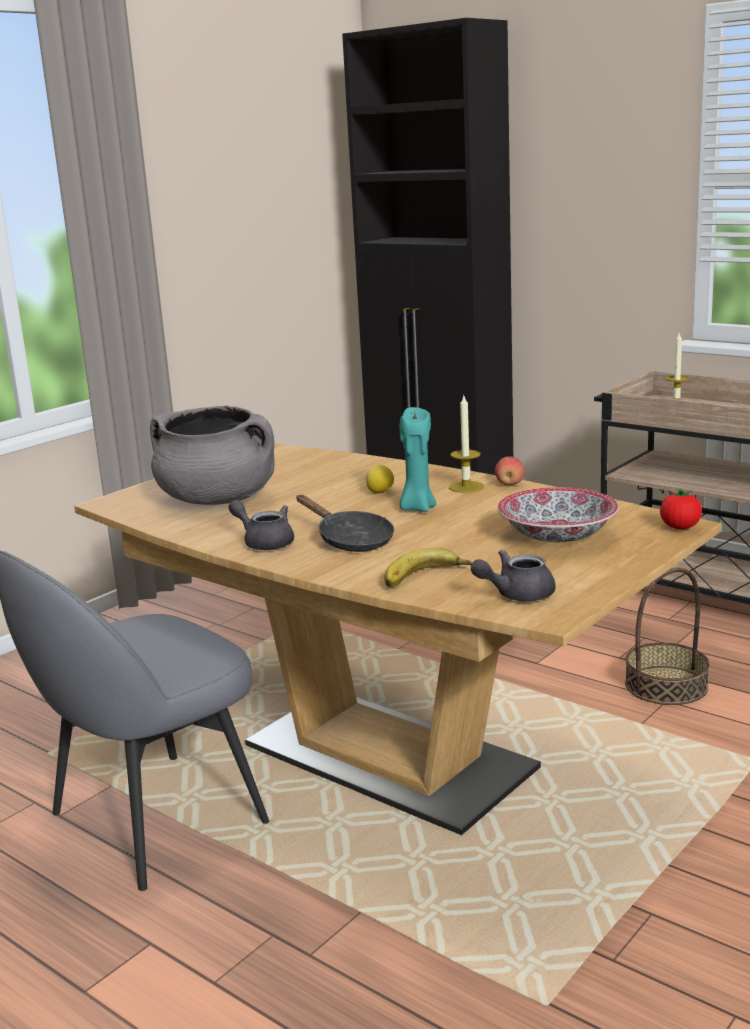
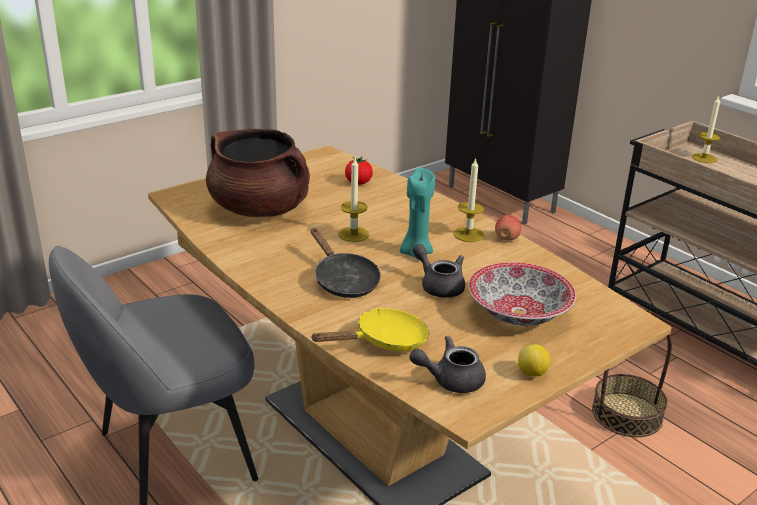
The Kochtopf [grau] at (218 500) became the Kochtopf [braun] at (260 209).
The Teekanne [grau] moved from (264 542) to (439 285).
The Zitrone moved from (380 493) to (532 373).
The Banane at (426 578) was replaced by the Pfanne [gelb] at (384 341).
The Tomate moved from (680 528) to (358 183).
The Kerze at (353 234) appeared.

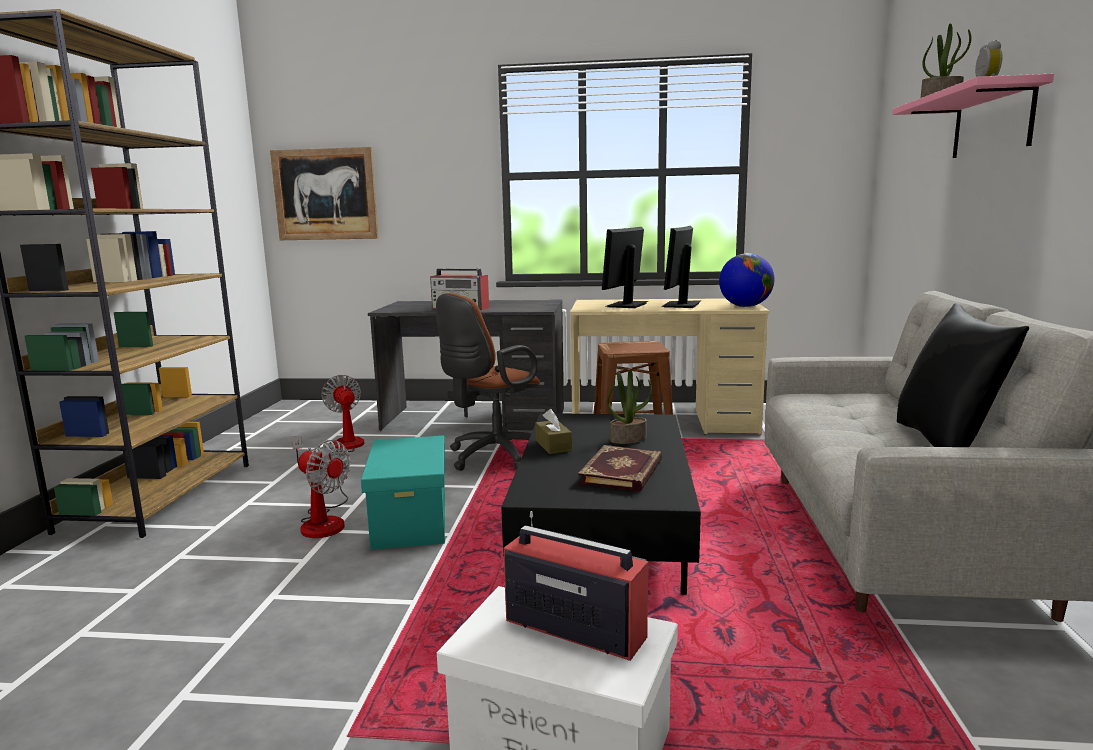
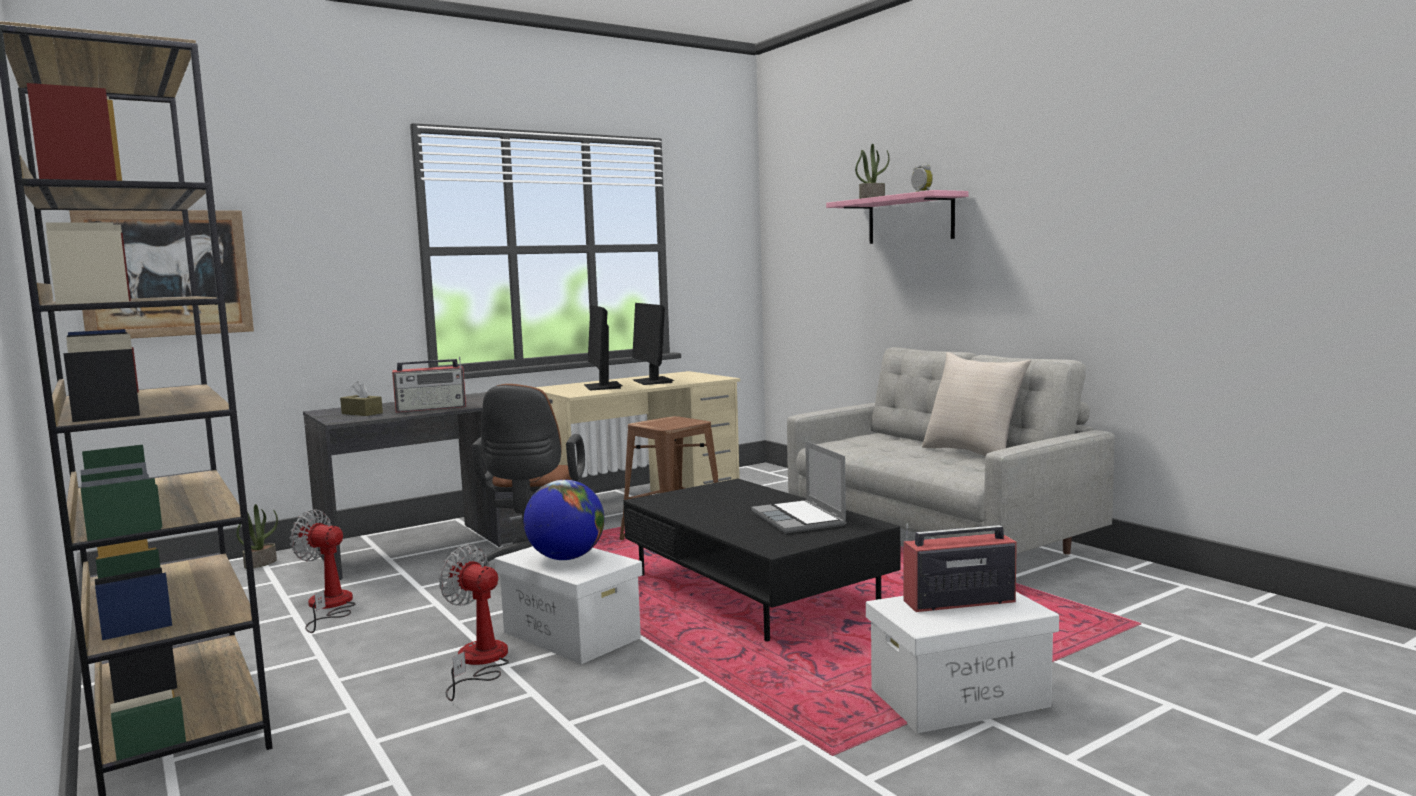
The Ventilator at (325 521) turned 135 degrees counterclockwise.
The Aufbewahrungsbox [türkis] at (411 522) became the Aufbewahrungsbox [weiß] at (572 635).
The Taschentuchbox [braun] moved from (553 445) to (362 413).
The Buch at (623 472) was replaced by the Laptop at (799 519).
The Topfpflanze moved from (628 439) to (260 563).
The Globus moved from (745 306) to (566 558).
The Kissen [schwarz] at (946 444) became the Kissen [beige] at (973 453).

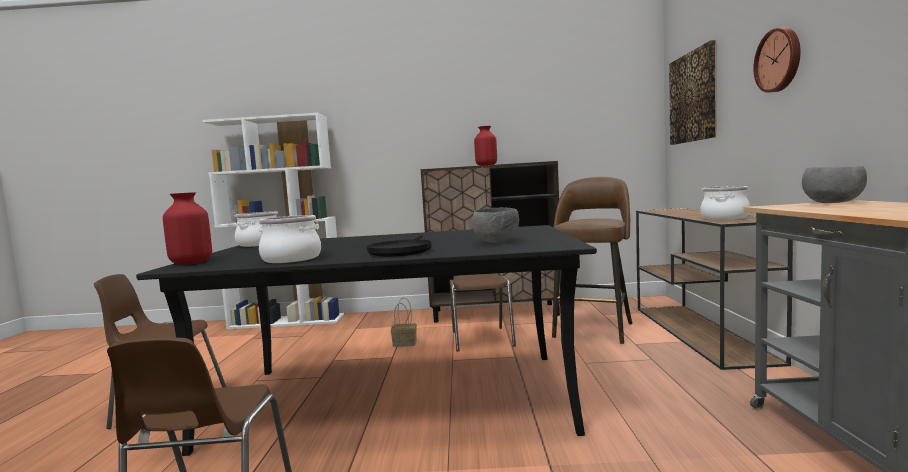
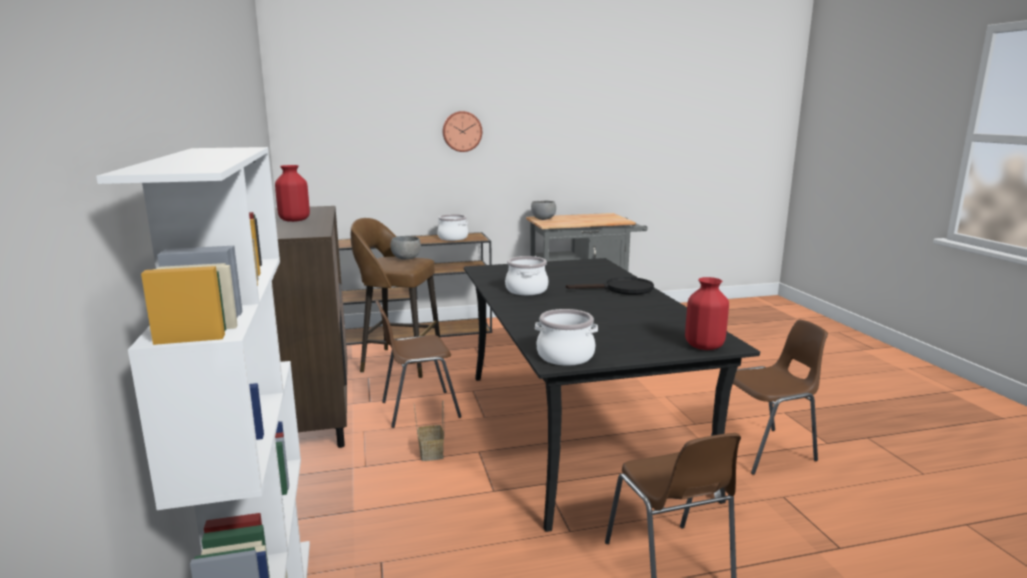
The Kochtopf moved from (291 259) to (527 290).
The Schüssel [grau] moved from (497 242) to (406 259).
The Bild at (693 97) disappeared.

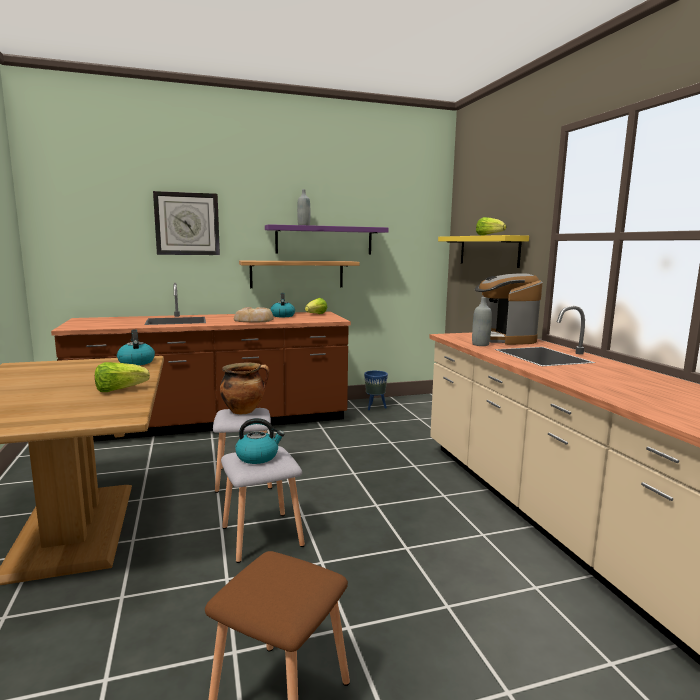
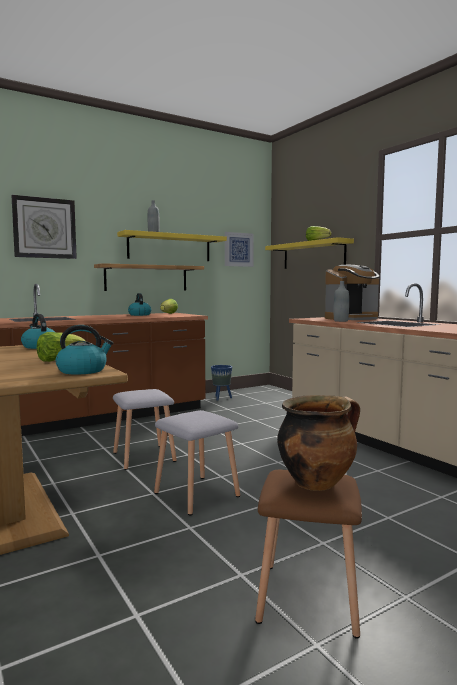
The Kochtopf moved from (244 411) to (317 482).
The Brot at (254 320) disappeared.
The Wasserkessel moved from (258 457) to (83 371).
The Wandregal [lila] at (324 240) became the Wandregal [gelb] at (169 247).
The Kaffeemaschine at (504 339) turned 90 degrees counterclockwise.
The Bild at (238 249) appeared.

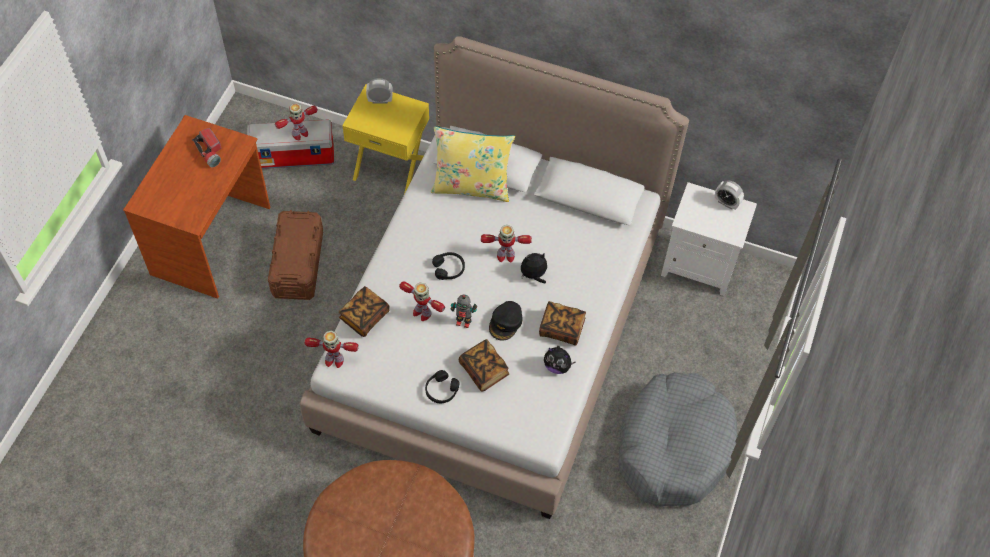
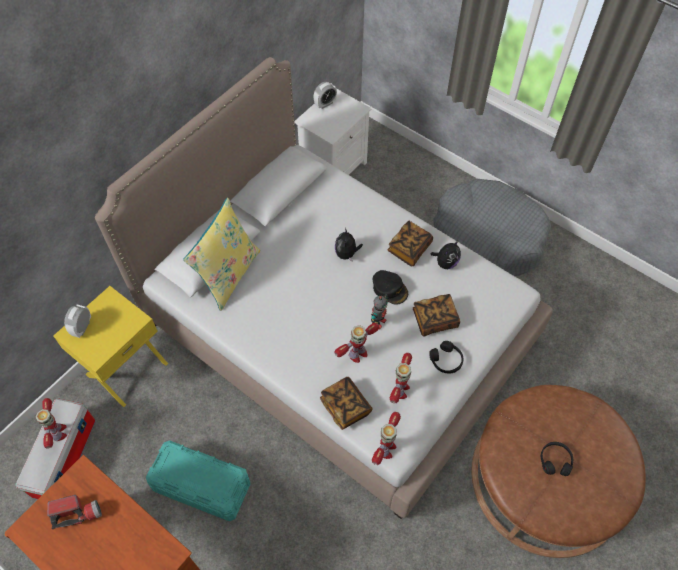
The Aufbewahrungsbox [braun] at (298 264) became the Aufbewahrungsbox [türkis] at (202 486).
The Kopfhörer [schwarz] moved from (449 268) to (555 460).
The Spielzeugroboter moved from (505 255) to (400 390).

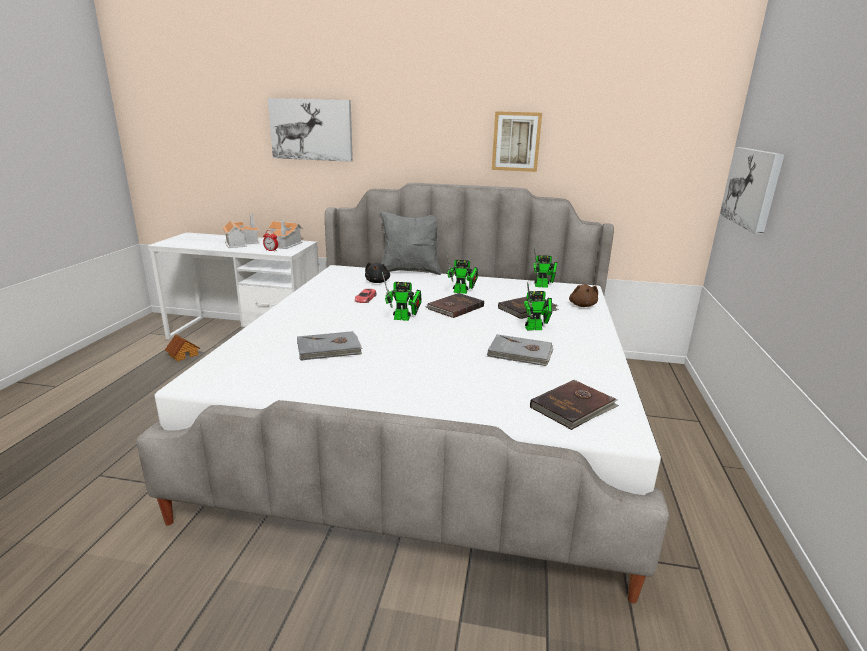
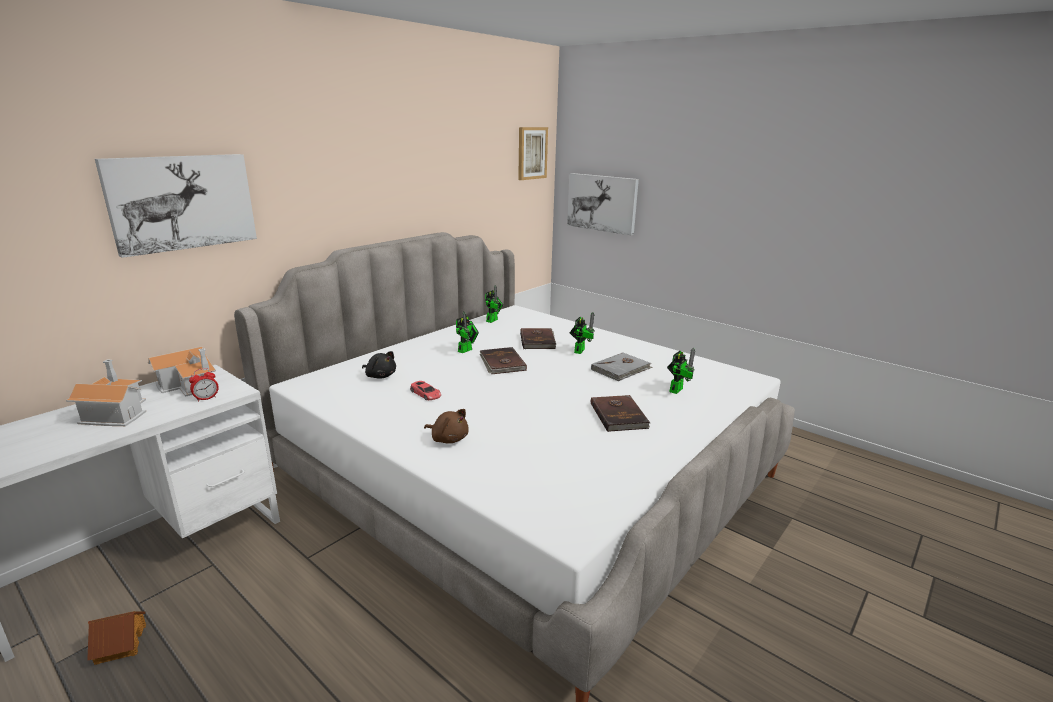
The Buch [grau] at (329 349) disappeared.
The Kissen [grau] at (410 271) disappeared.
The Spielzeugroboter moved from (404 319) to (677 389).
The Bild moved from (516 141) to (531 153).
The Buch [braun] moved from (574 407) to (619 415).
The Plüschtier [braun] moved from (582 305) to (448 439).

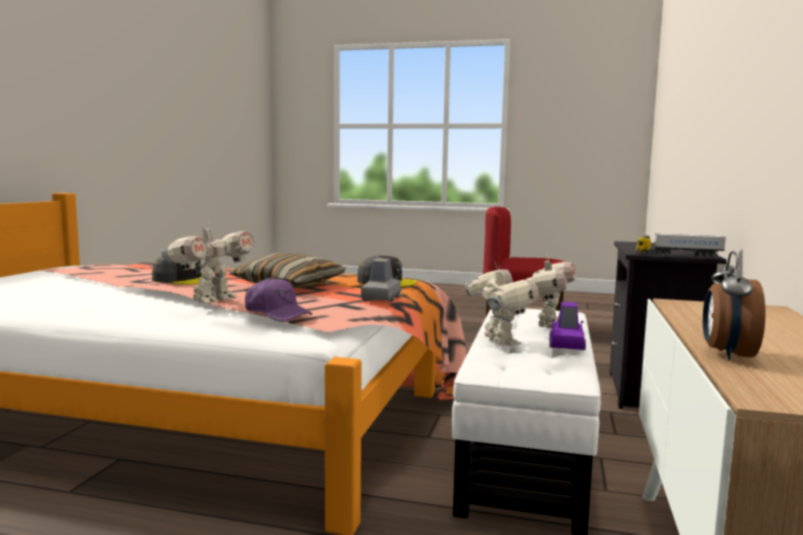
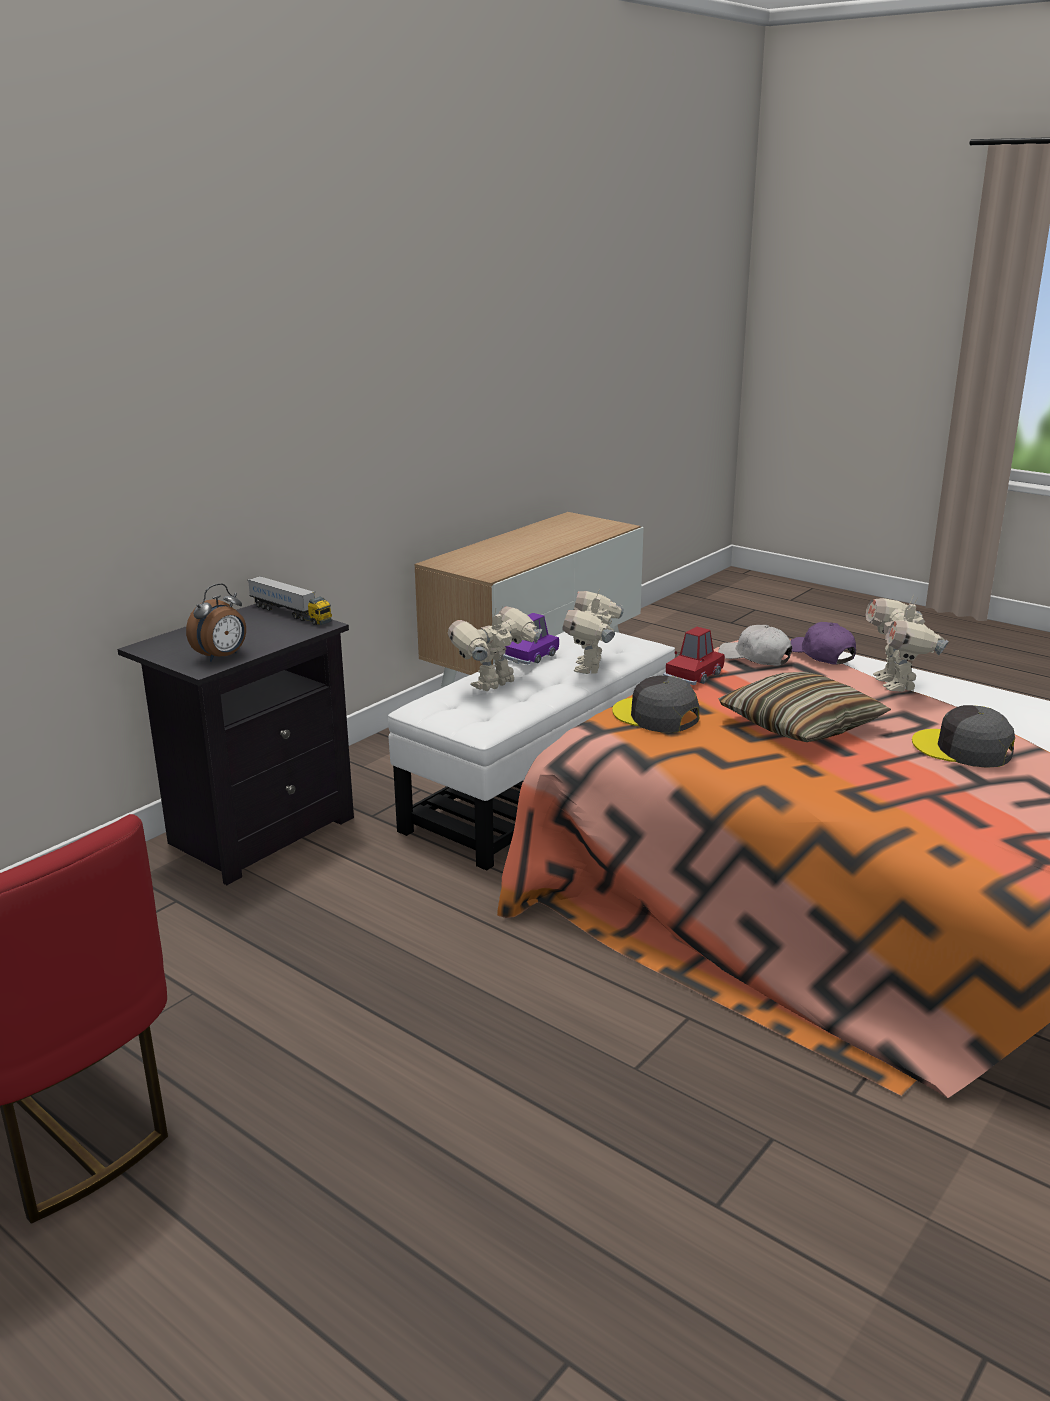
The Spielzeugroboter at (211 300) turned 60 degrees counterclockwise.
The Spielzeugauto [grau] at (381 298) became the Spielzeugauto [rot] at (694 675).
The Wecker moved from (727 354) to (222 657).
The Kappe [weiß] at (755 658) appeared.

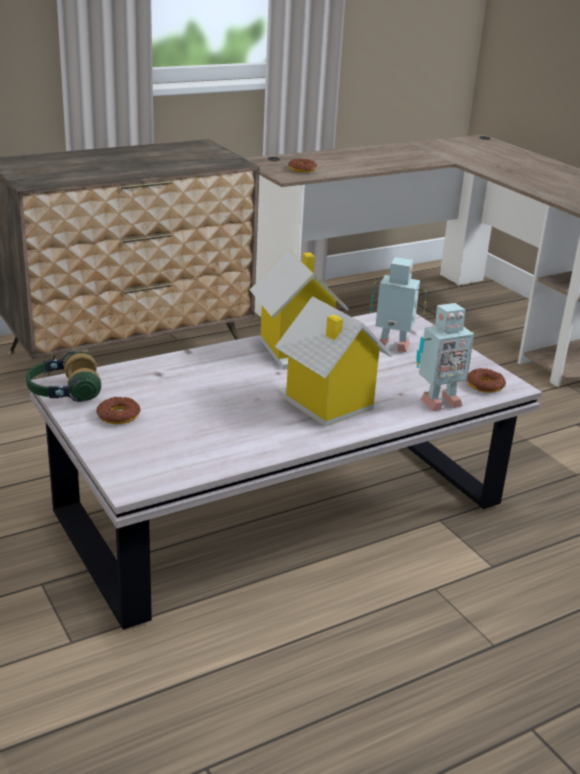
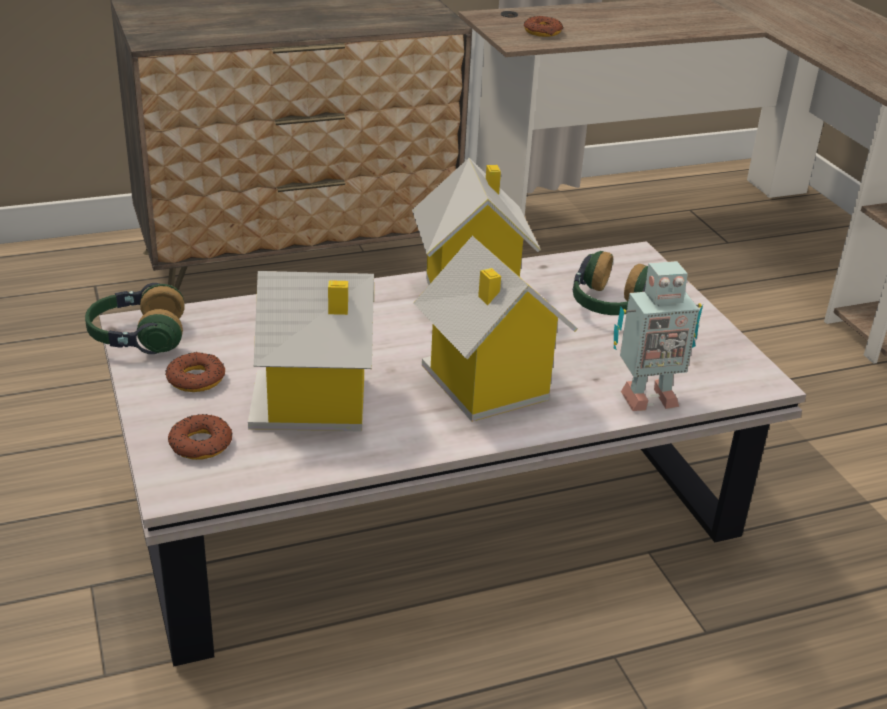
The Spielzeugroboter at (393 348) was replaced by the Kopfhörer at (608 306).
The Donut moved from (484 385) to (200 444).
The Spielzeughaus at (315 404) appeared.

